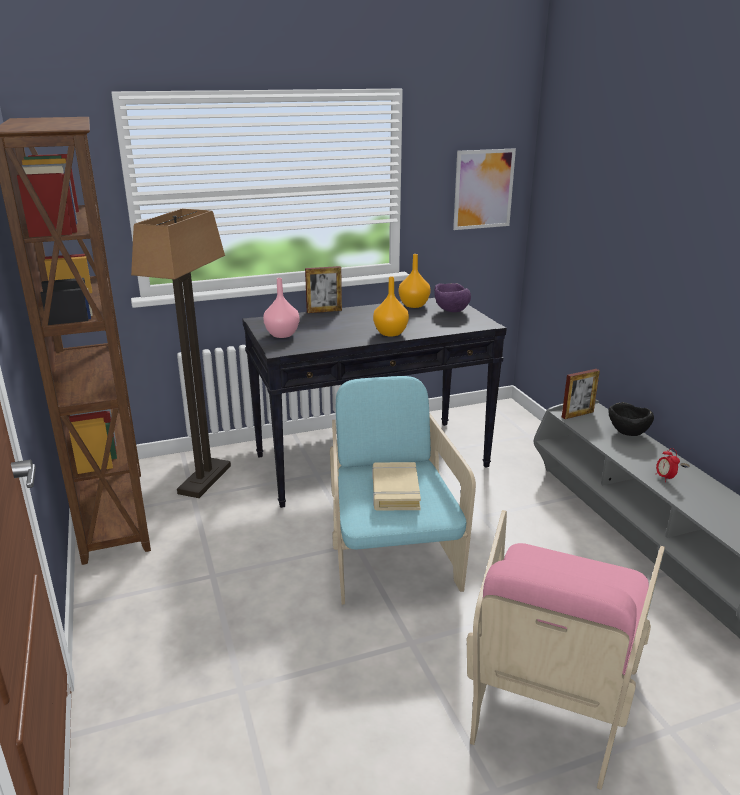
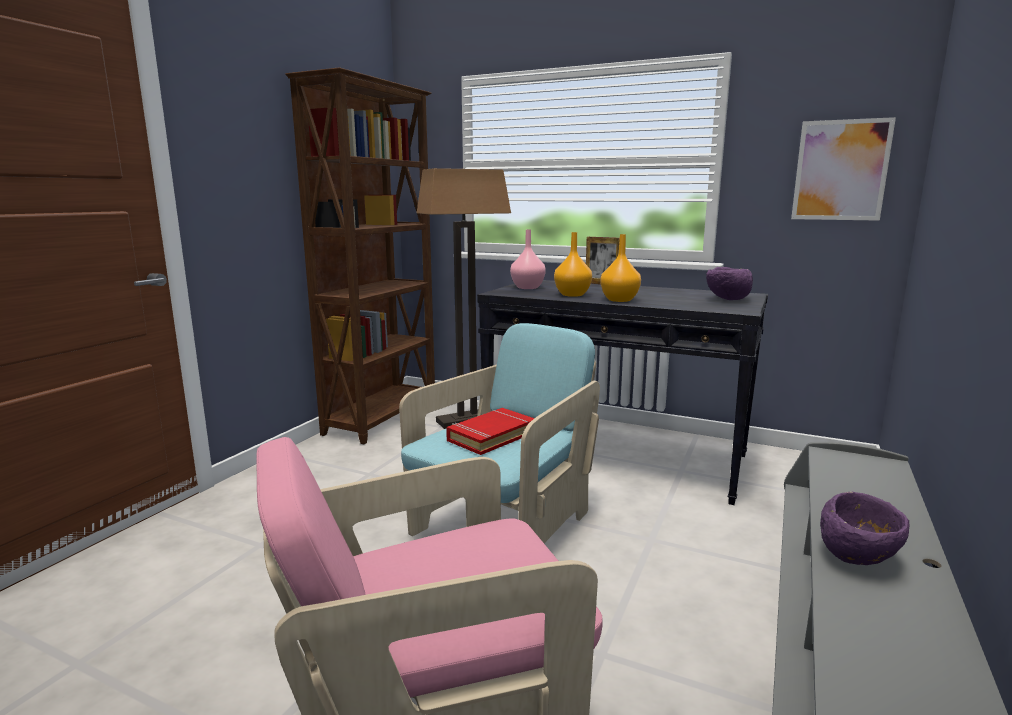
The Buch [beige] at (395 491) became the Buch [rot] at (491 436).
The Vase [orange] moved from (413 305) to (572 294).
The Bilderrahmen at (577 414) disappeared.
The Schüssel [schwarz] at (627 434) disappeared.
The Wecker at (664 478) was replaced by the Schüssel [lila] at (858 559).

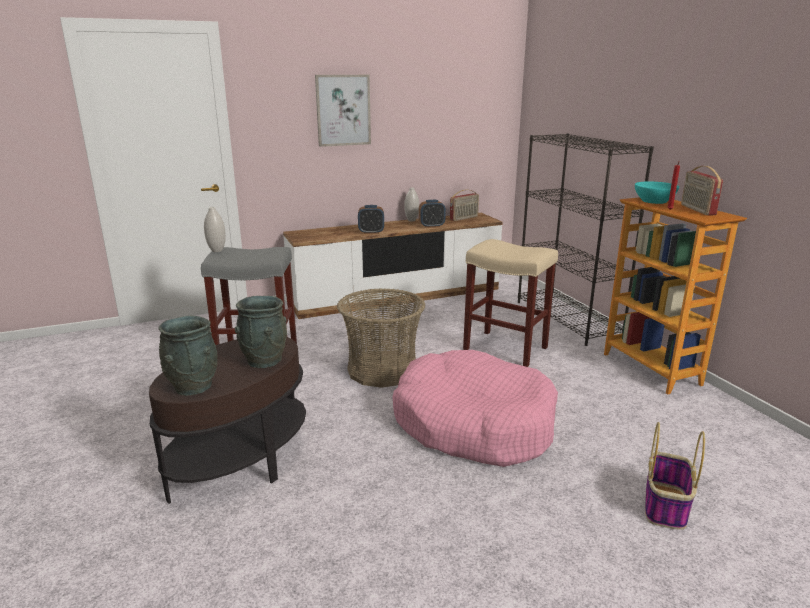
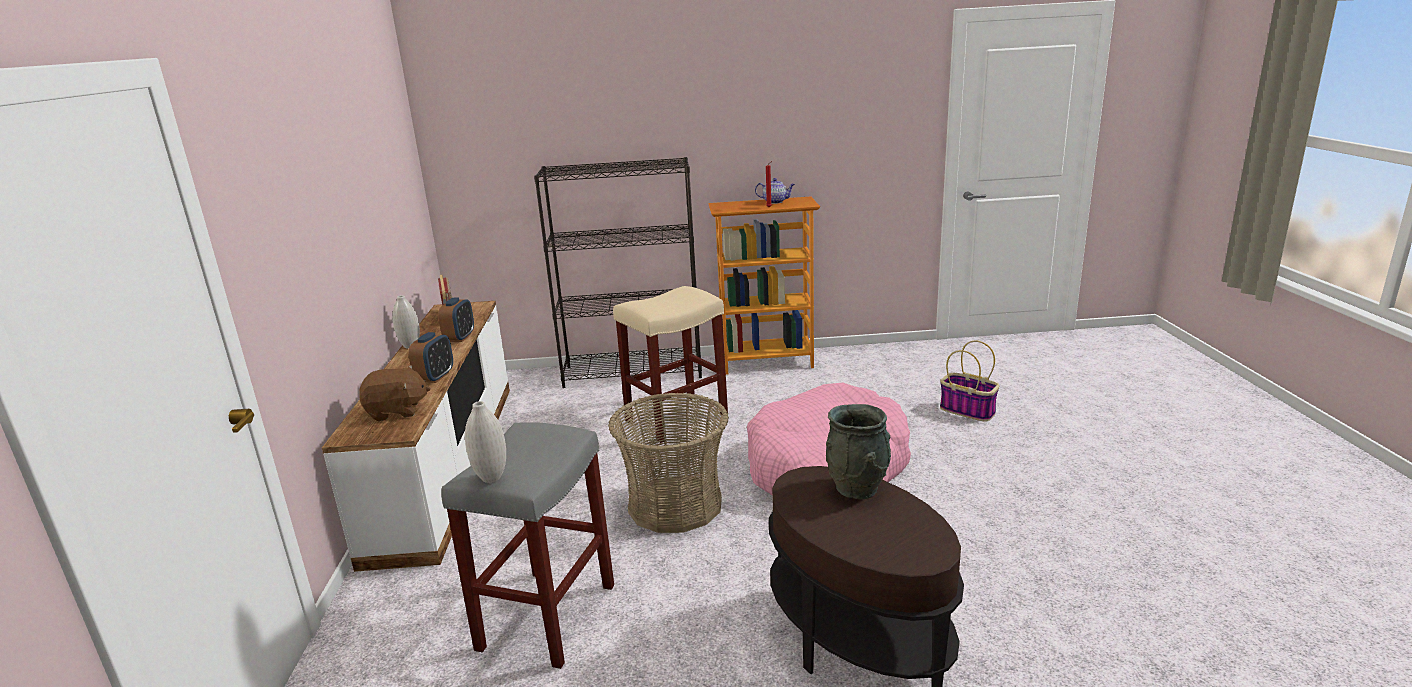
The Vase [grau] at (193 387) disappeared.
The Bild at (343 110) disappeared.
The Schüssel [türkis] at (654 201) disappeared.
The Radio at (697 210) was replaced by the Teekanne at (775 202).
The Plüschtier [braun] at (397 411) appeared.

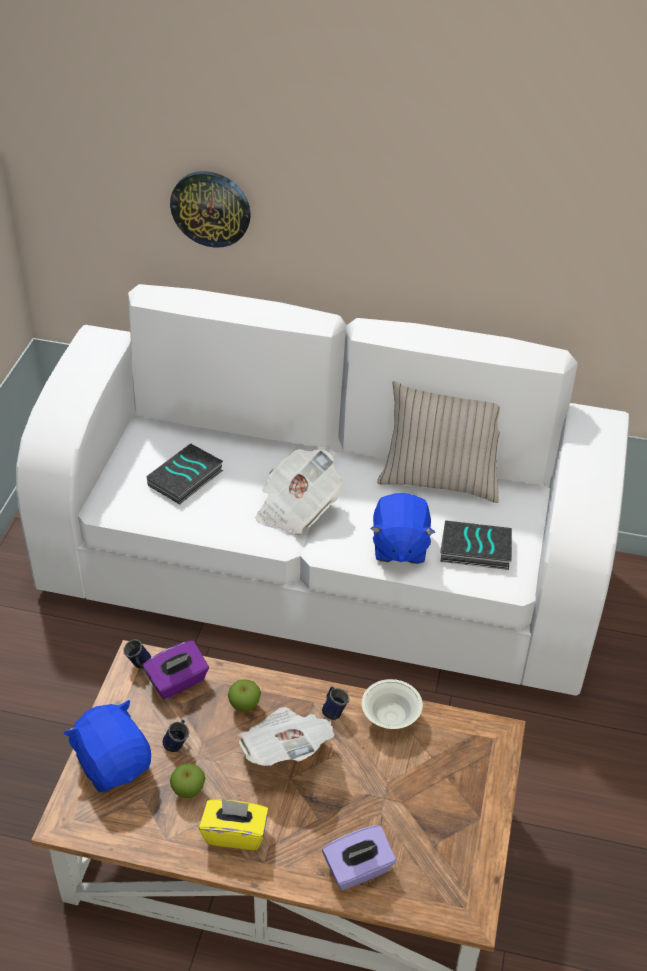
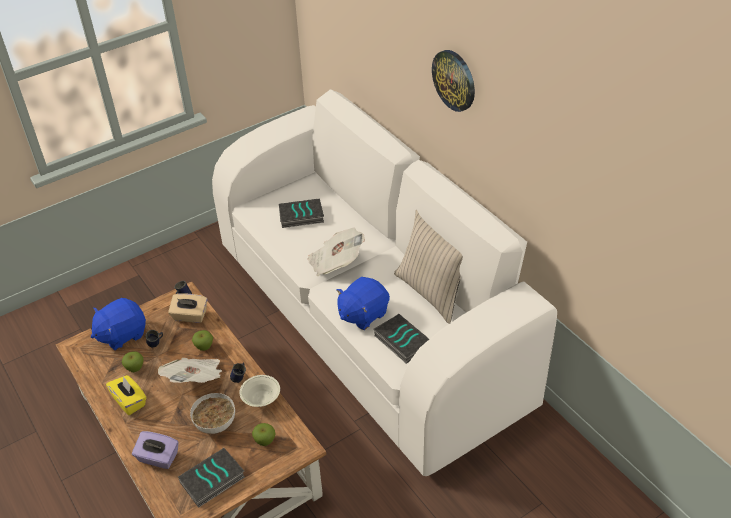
The Plüschtier [blau] at (114 763) turned 135 degrees counterclockwise.
The Taschentuchbox [lila] at (178 682) became the Taschentuchbox [beige] at (190 316).
The Wanduhr moved from (211 208) to (454 80).
The Buch at (212 481) appeared.
The Schüssel at (215 423) appeared.
The Apfel at (265 441) appeared.

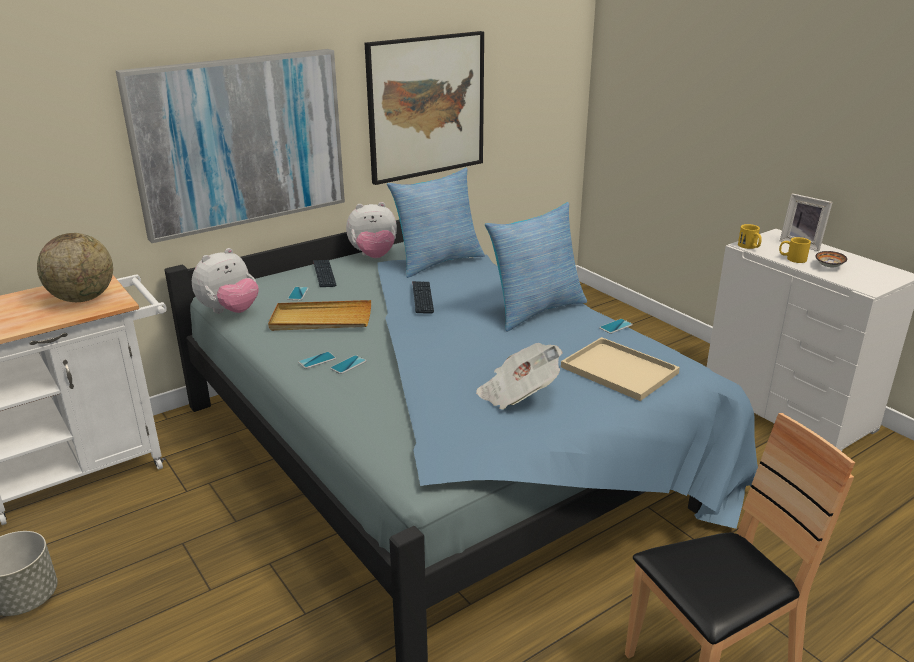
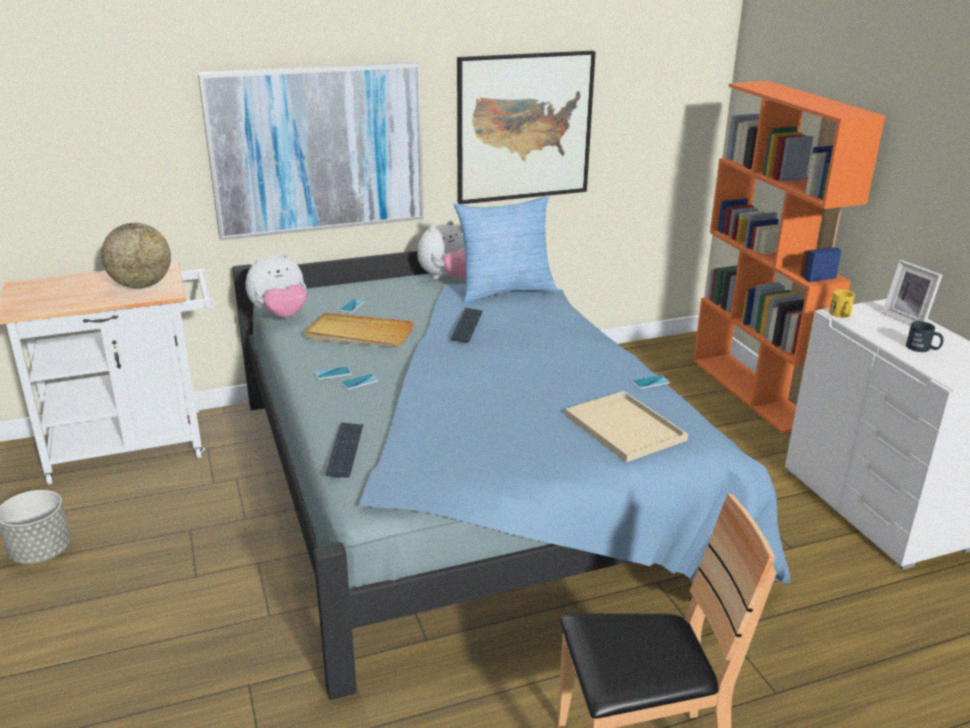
The Tastatur moved from (324 274) to (345 450).
The Plüschtier at (374 256) turned 45 degrees counterclockwise.
The Zeitung at (518 394) disappeared.
The Kissen at (535 310) disappeared.
The Henkelbecher [gelb] at (792 258) disappeared.
The Schüssel at (830 266) was replaced by the Henkelbecher [schwarz] at (923 349).
The Bücherregal [orange] at (754 391) appeared.

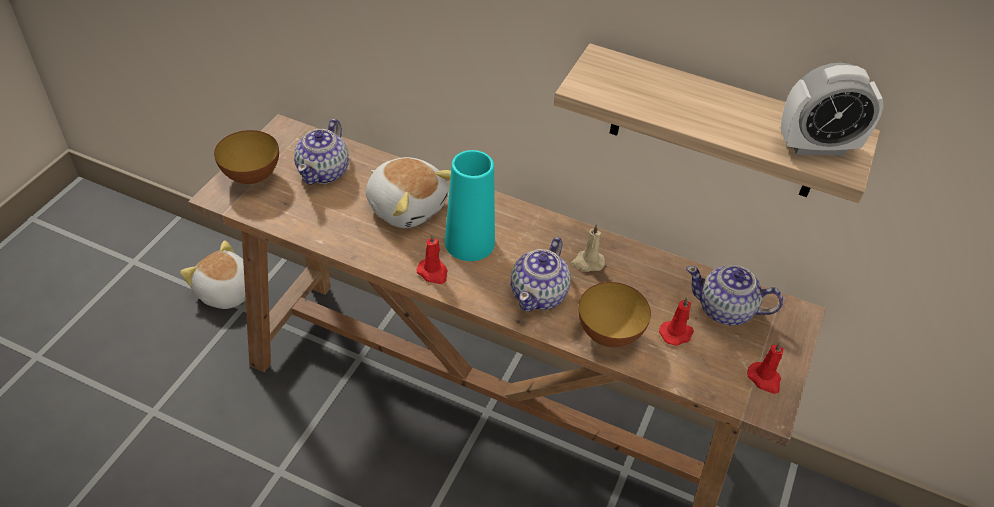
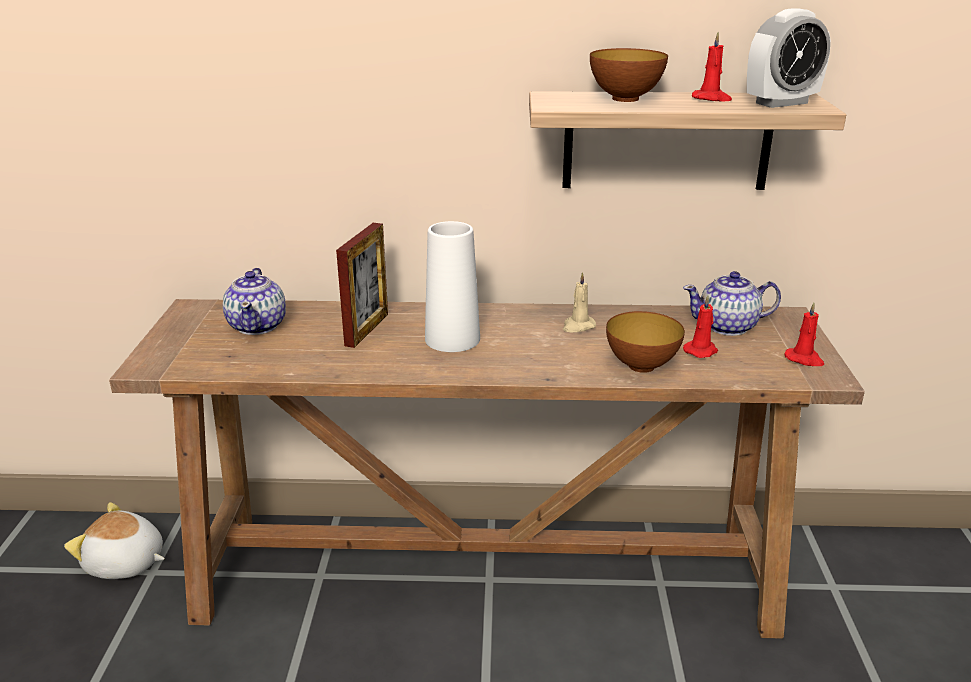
The Schüssel moved from (252 176) to (625 99).
The Plüschtier at (407 206) was replaced by the Bilderrahmen at (367 329).
The Kerze [rot] moved from (433 273) to (711 99).
The Vase [türkis] at (469 242) became the Vase [weiß] at (452 339).
The Teekanne at (539 294) disappeared.

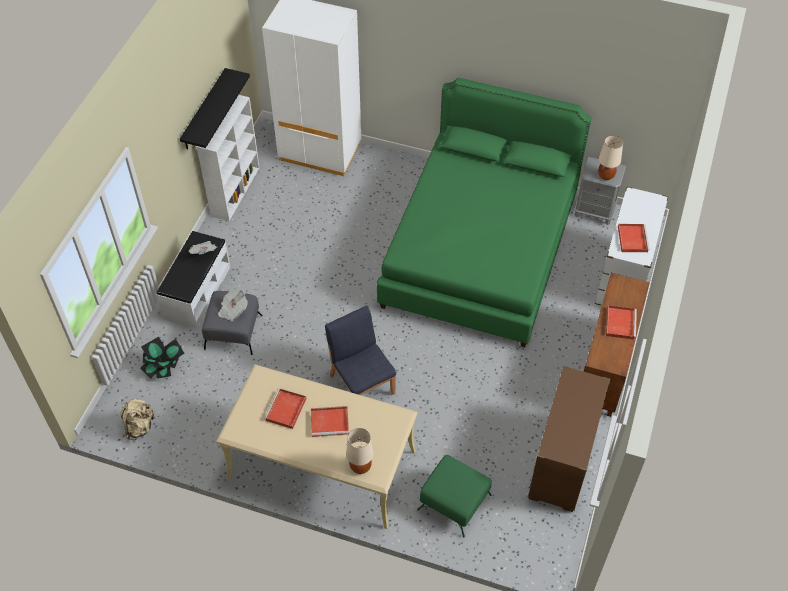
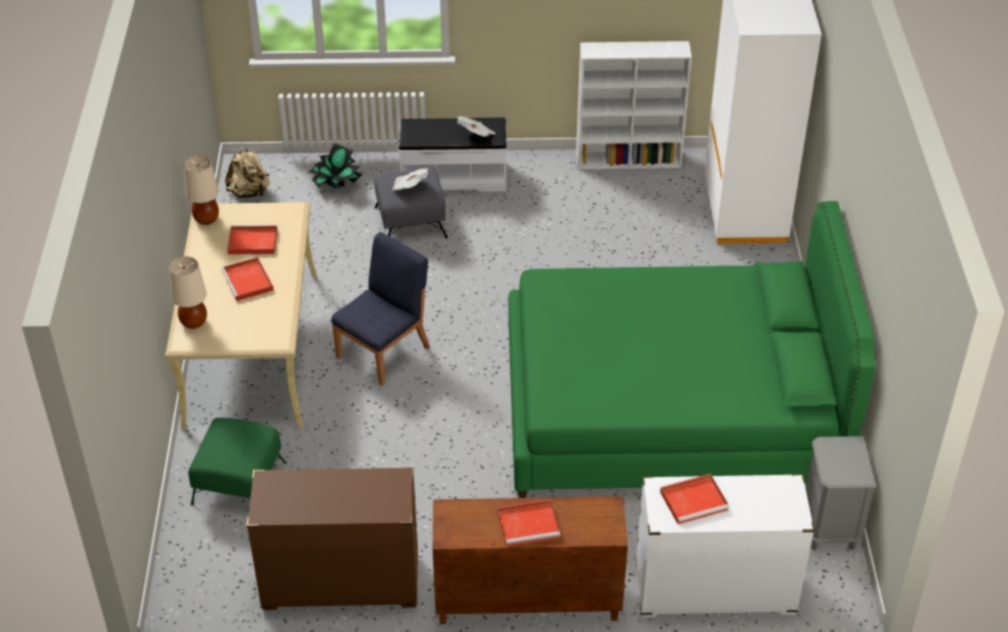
The Wandregal [schwarz] at (204 110) disappeared.
The Tischlampe [beige] moved from (605 176) to (206 219).

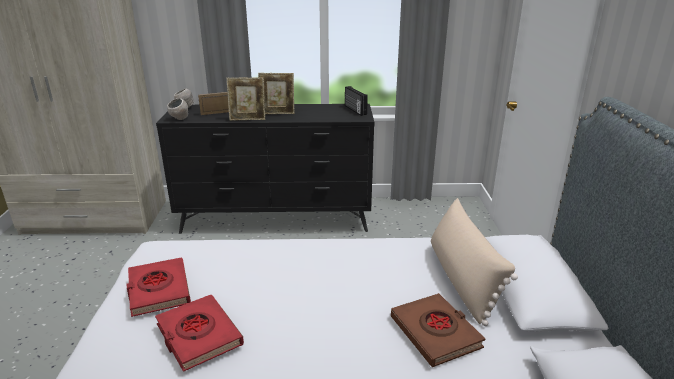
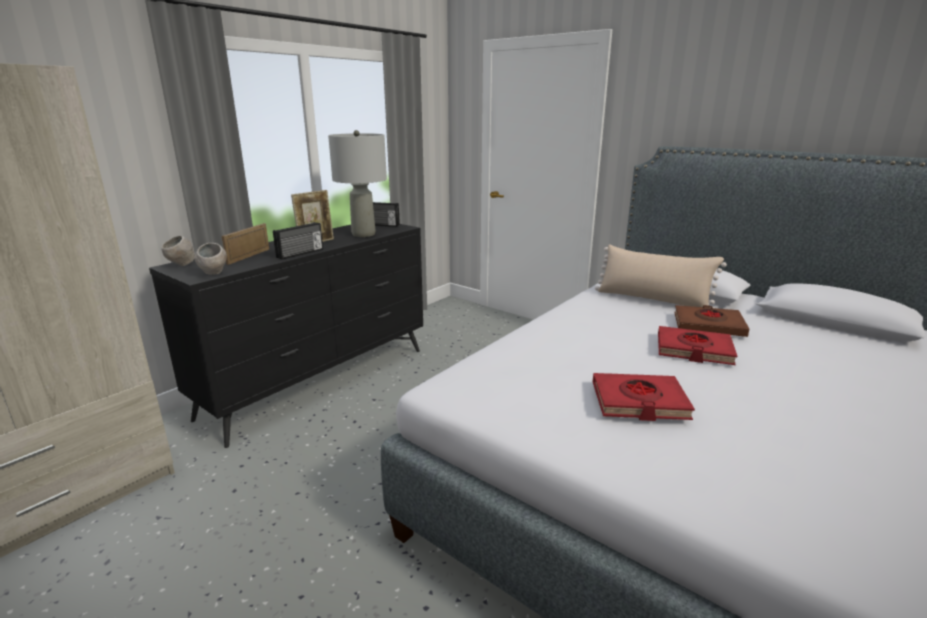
The Buch [rot] moved from (158 290) to (693 350).
The Bilderrahmen at (248 119) was replaced by the Radio at (301 253).
The Tischlampe [grau] at (364 234) appeared.

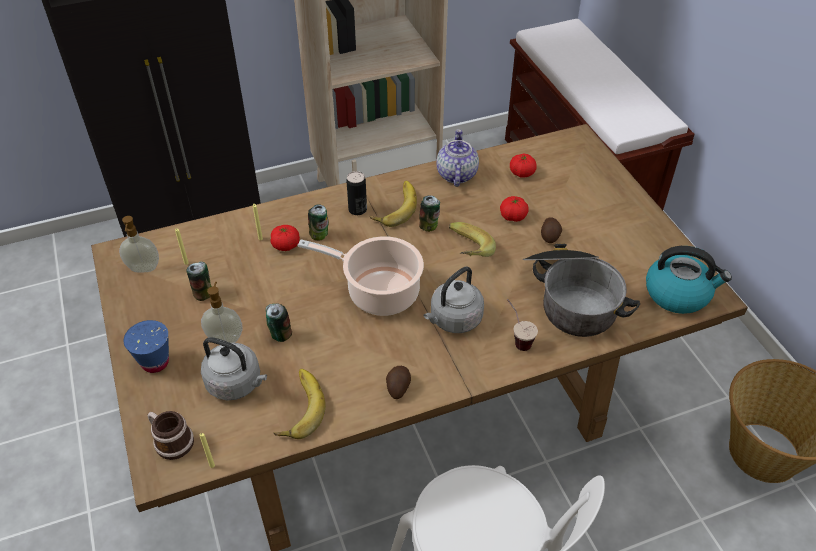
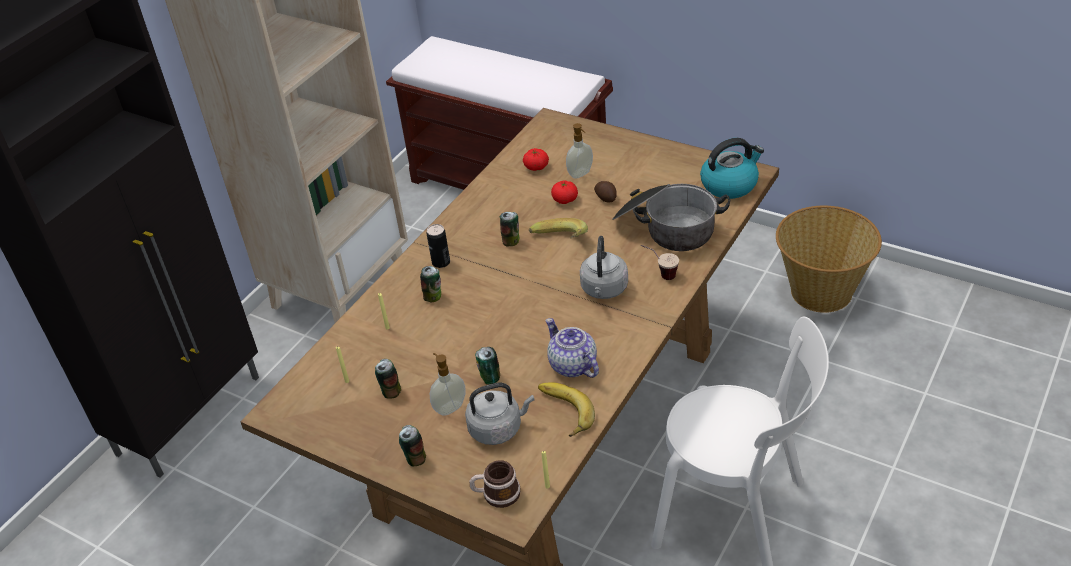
The Seifenspender moved from (143 269) to (581 174).
The Tasse [blau] at (155 362) was replaced by the Dose at (415 458).
The Tomate at (286 245) disappeared.
The Kochtopf at (378 292) disappeared.
The Banane at (394 207) disappeared.
The Kartoffel at (398 387) disappeared.
The Teekanne moved from (456 174) to (572 365).

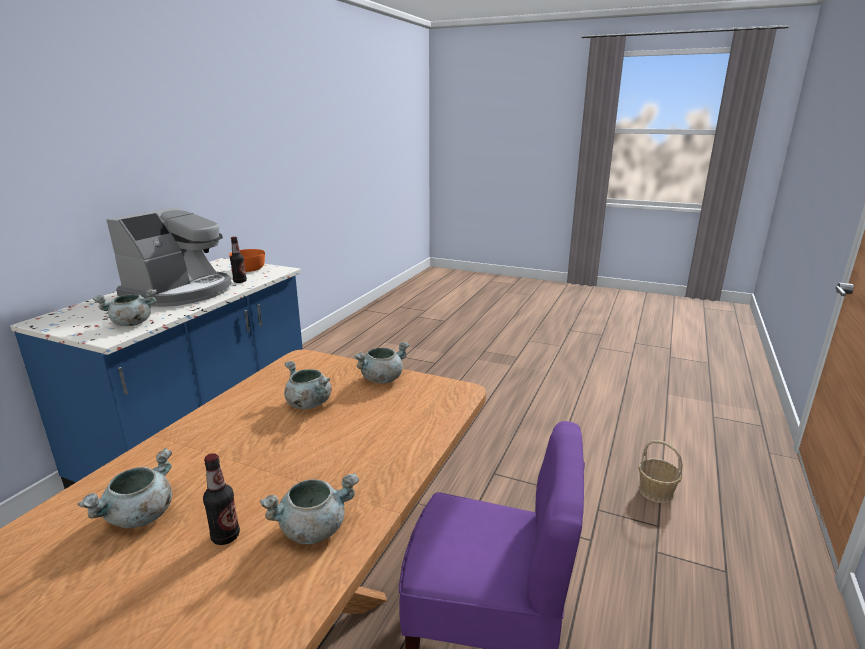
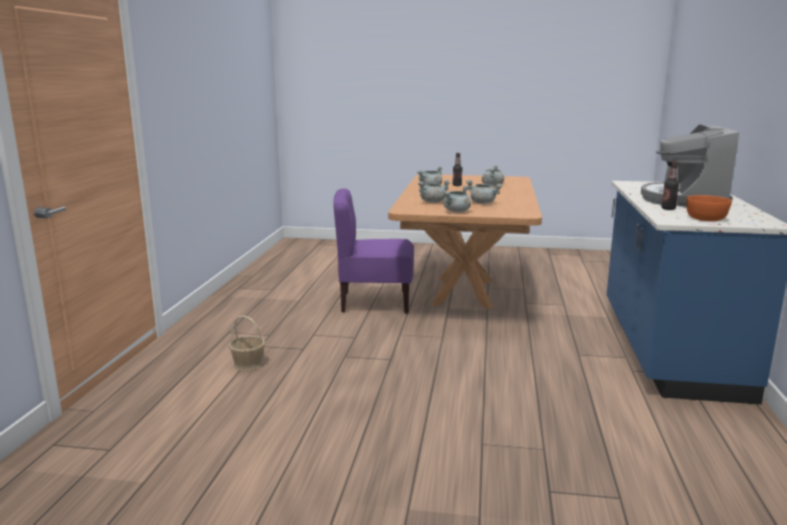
The Kochtopf [grau] moved from (131 323) to (433 202).

